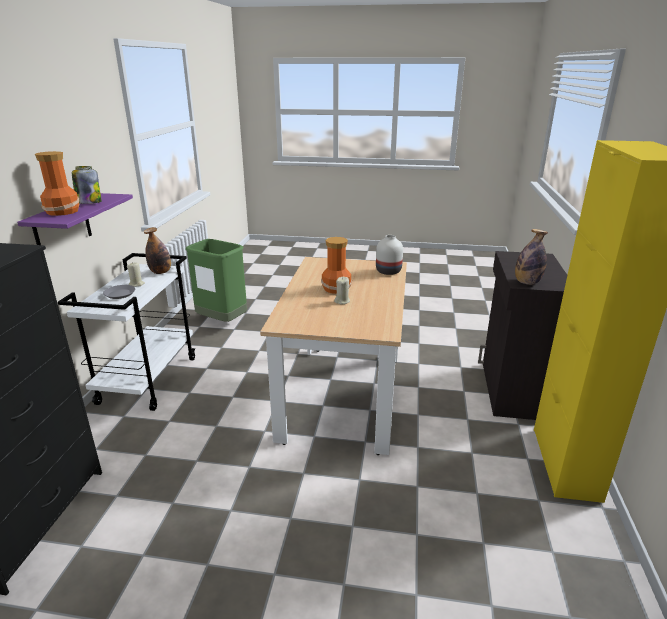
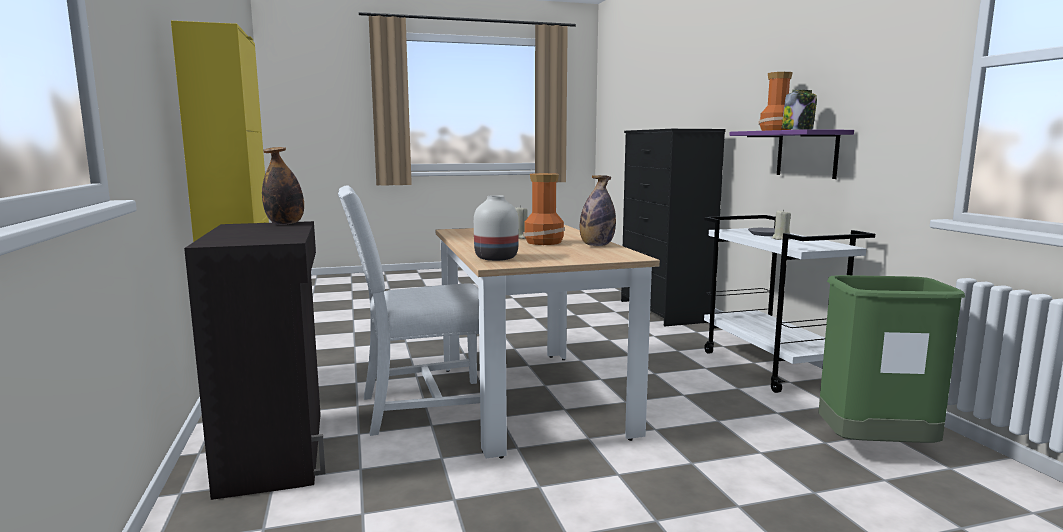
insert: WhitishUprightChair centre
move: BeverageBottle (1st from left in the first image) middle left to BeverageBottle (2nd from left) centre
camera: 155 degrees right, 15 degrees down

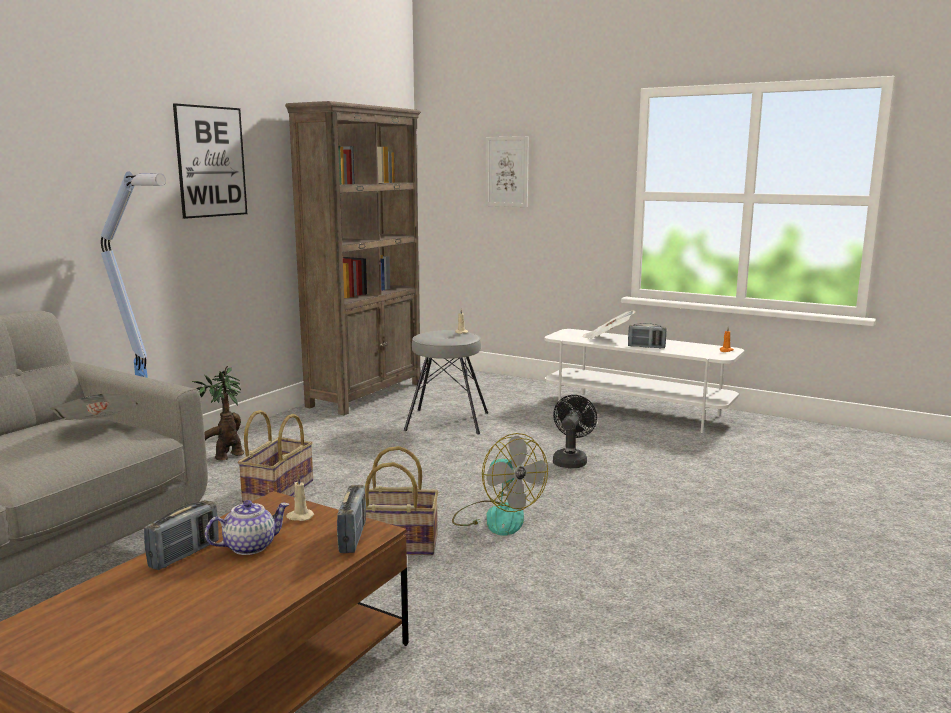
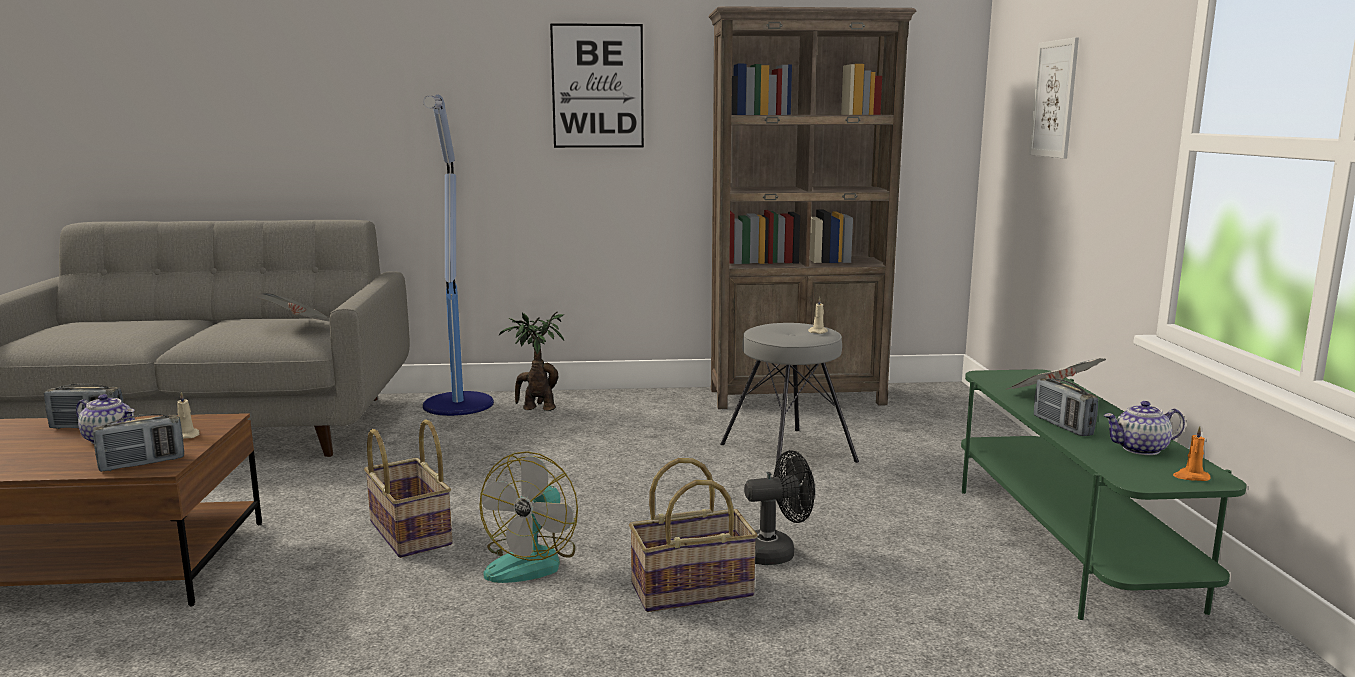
insert: PotForTea (2nd from left) middle right
move: StorageBasket (1st from left in the first image) middle left to StorageBasket (2nd from left) bottom centre
recolor: WhitishTvUnit middle right to GreenColouredTvUnit bottom right
camera: 55 degrees right, 0 degrees up

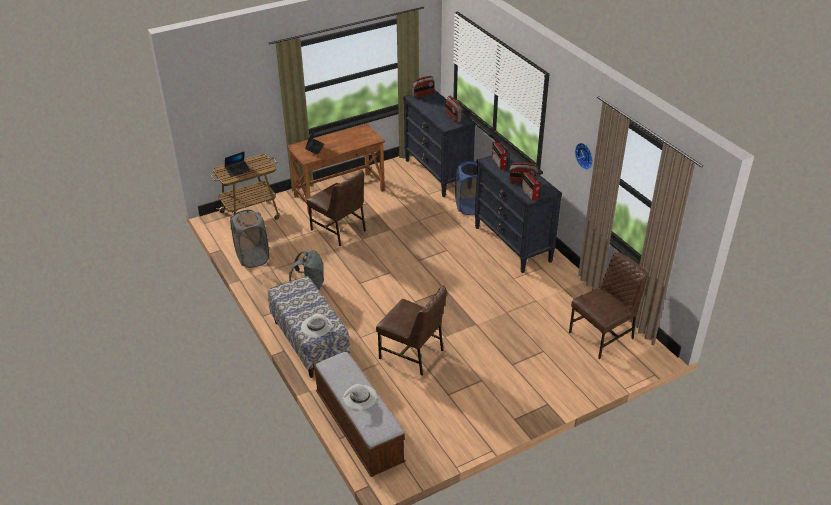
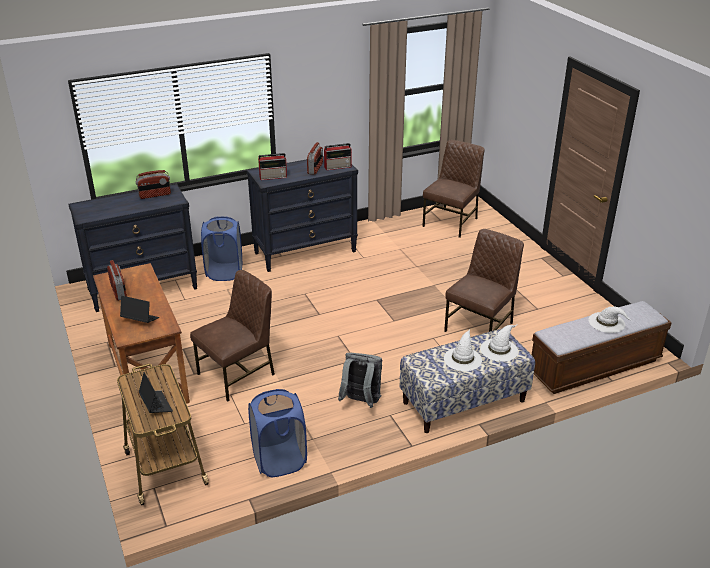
delete: ClockOnTheWall top right
insert: WhitishHat (1st from left) centre
move: RadioSet (1st from left) top centre to middle left
recolor: GreyishWashingBasket middle left to BlueWashingBasket (2nd from left) bottom centre
rotate: BrownishUprightChair (3rd from left in the first image) middle right = top centre 60 degrees clockwise
camera: 85 degrees left, 5 degrees down

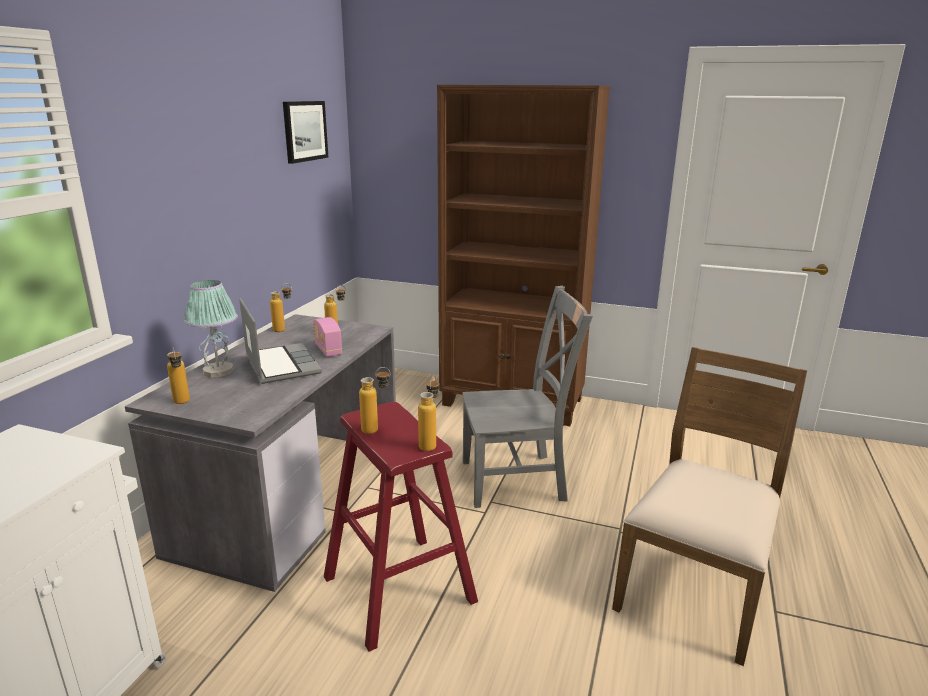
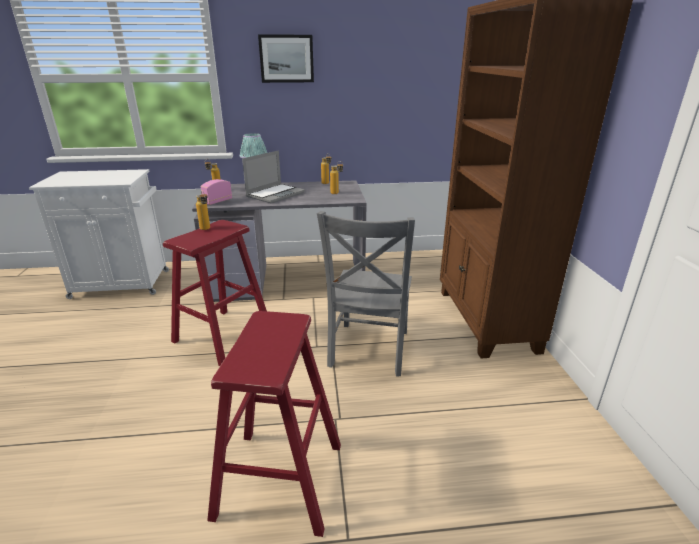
delete: BeverageBottle (5th from left) centre
move: WallPicture top left to top centre; RadioSet centre to middle left
replace: BrownishUprightChair bottom right to RedStool (2nd from left) bottom centre
rotate: GreyishUprightChair centre = centre 45 degrees clockwise
camera: 65 degrees right, 5 degrees up

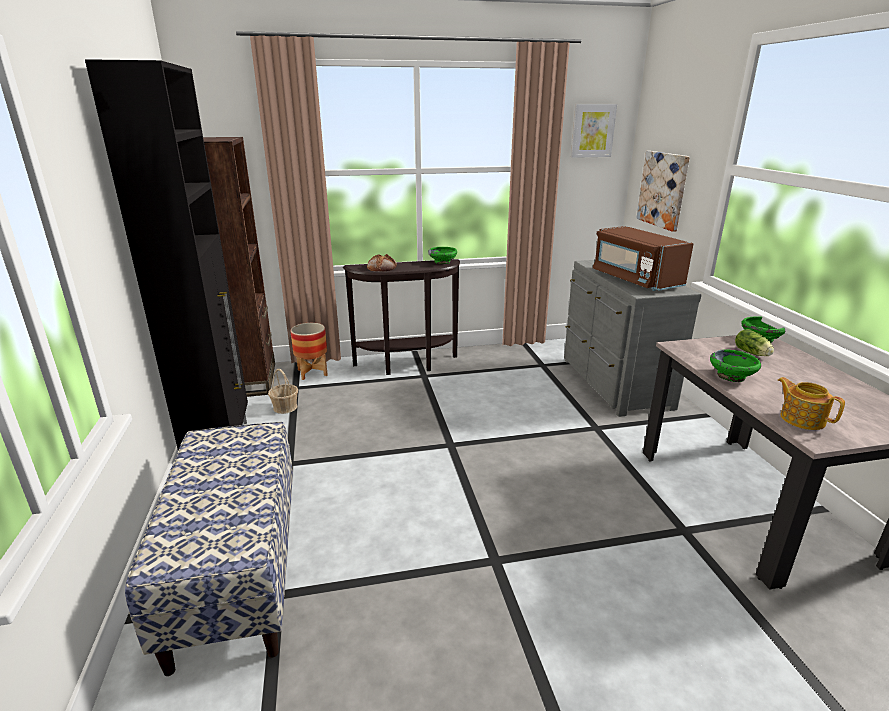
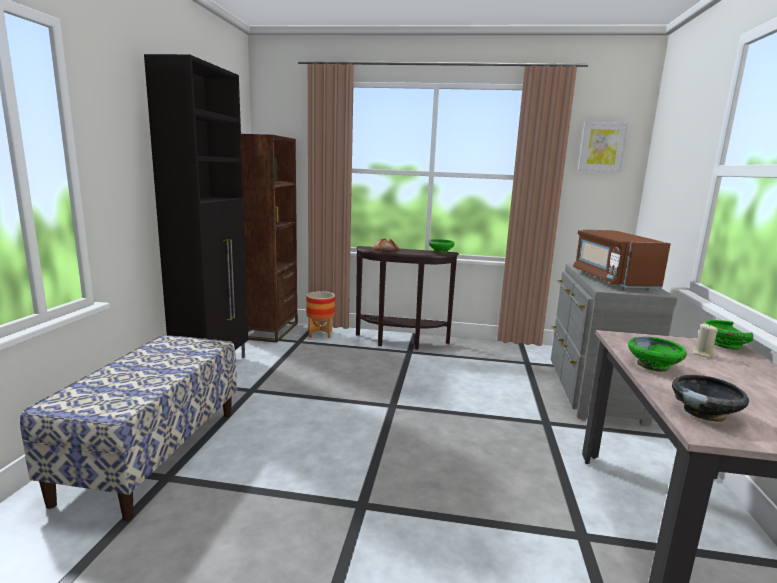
delete: WallPicture (2nd from left) top right; StorageBasket middle left
replace: Lettuce middle right to BeigeColouredWaxCandle middle right; PotForTea middle right to BlackDeepDish bottom right
camera: 20 degrees right, 10 degrees down

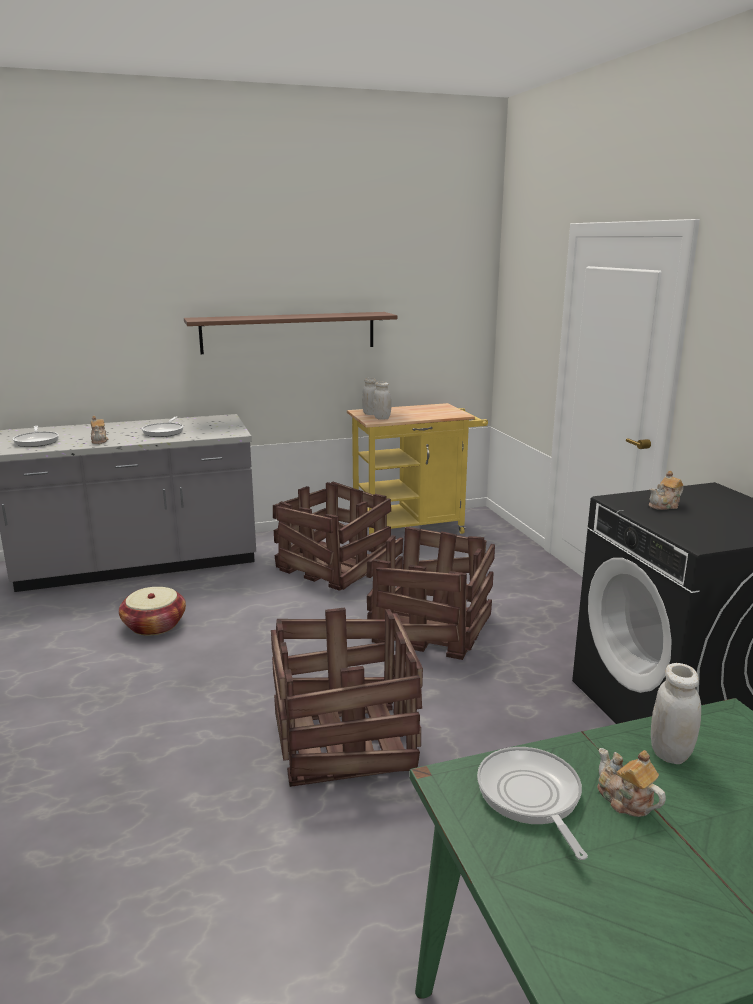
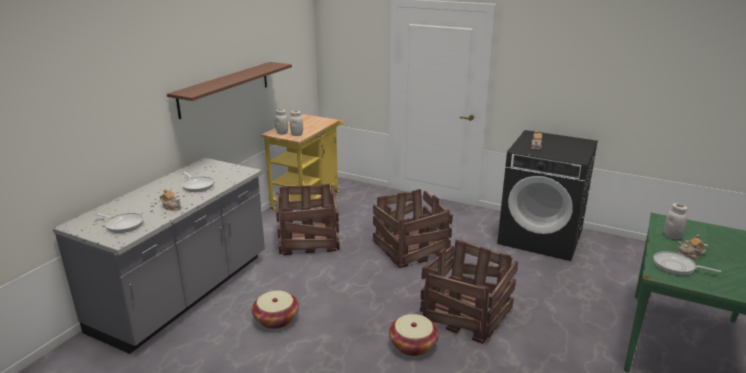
insert: StorageBasket (2nd from left) bottom centre
camera: 45 degrees left, 5 degrees up

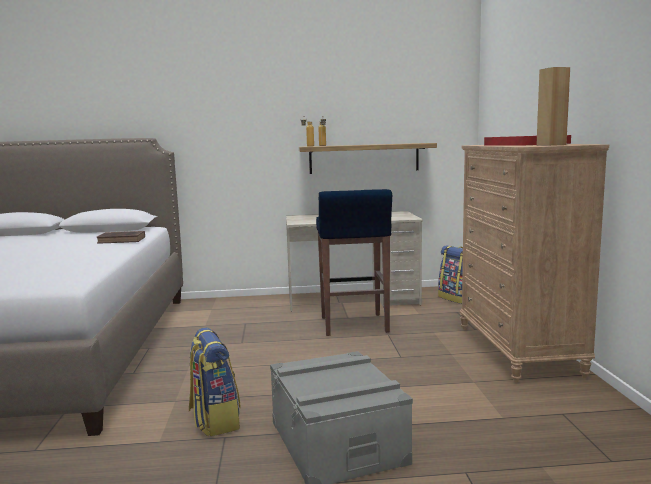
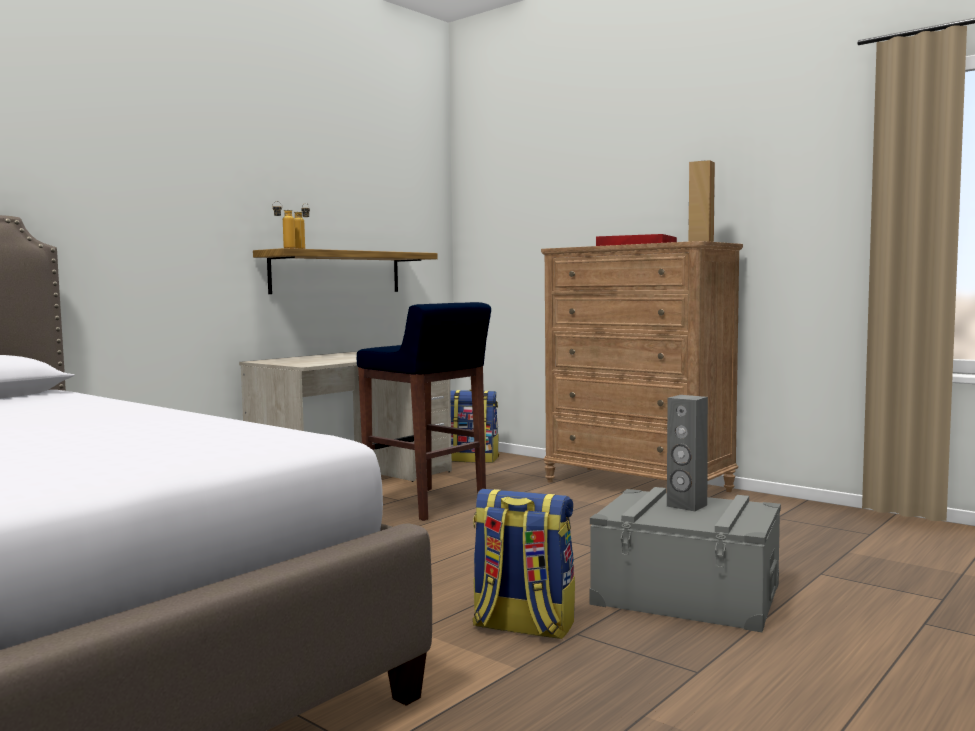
delete: BrownishVolume middle left
insert: GreyishSpeaker middle right
camera: 45 degrees left, 5 degrees down

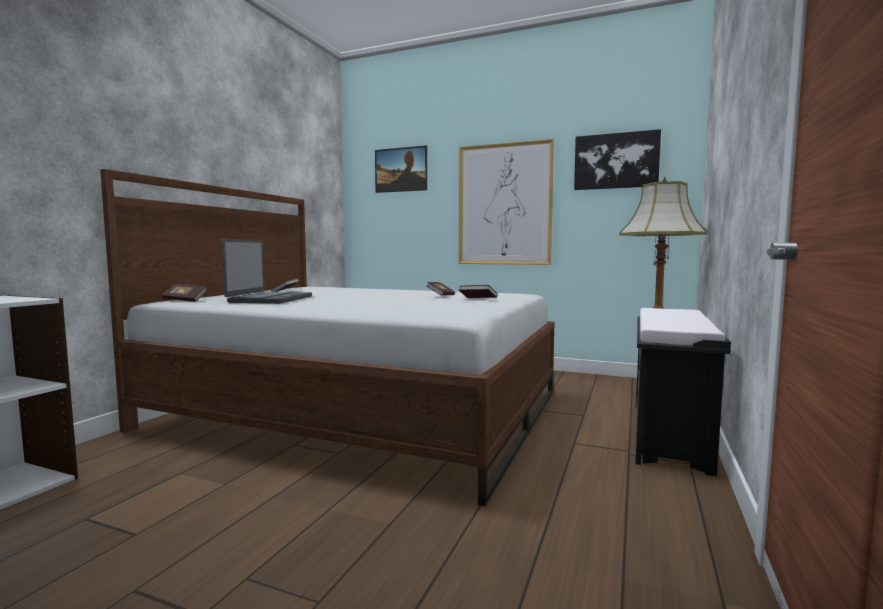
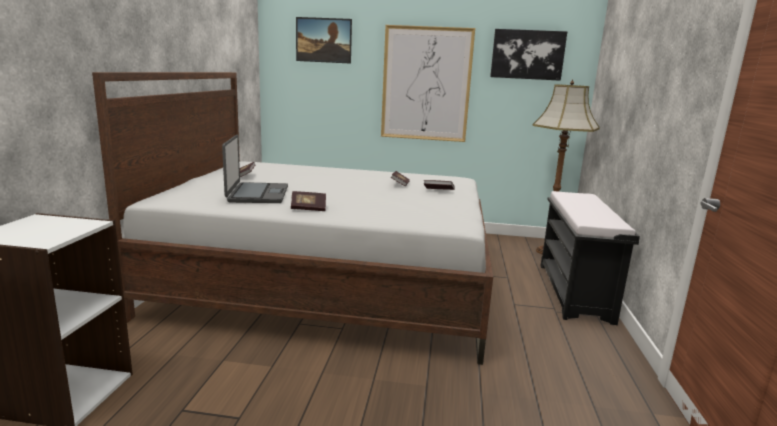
move: Volume (1st from left in the first image) middle left to Volume (2nd from left) centre
camera: 15 degrees left, 10 degrees up

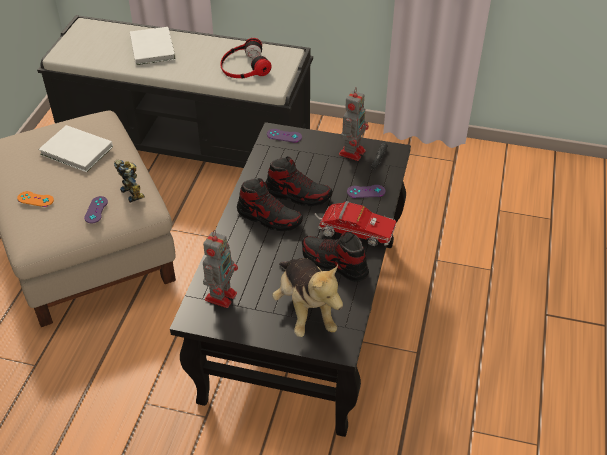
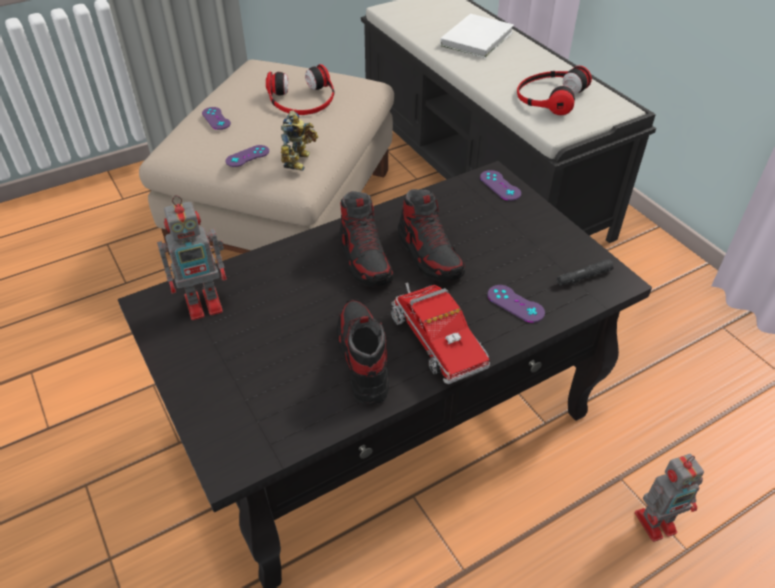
delete: SoftToy centre
move: ToyRobot (3rd from left) top centre to bottom right
replace: WhitishVolume (1st from left) top left to Headphones (1st from left) top centre
recolor: OrangeyGameController middle left to PurpleGameController (1st from left) top left
camera: 45 degrees right, 0 degrees up

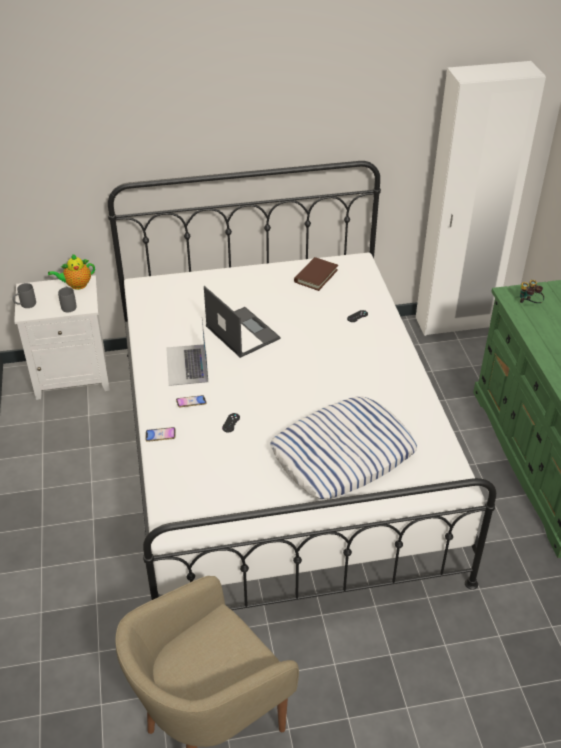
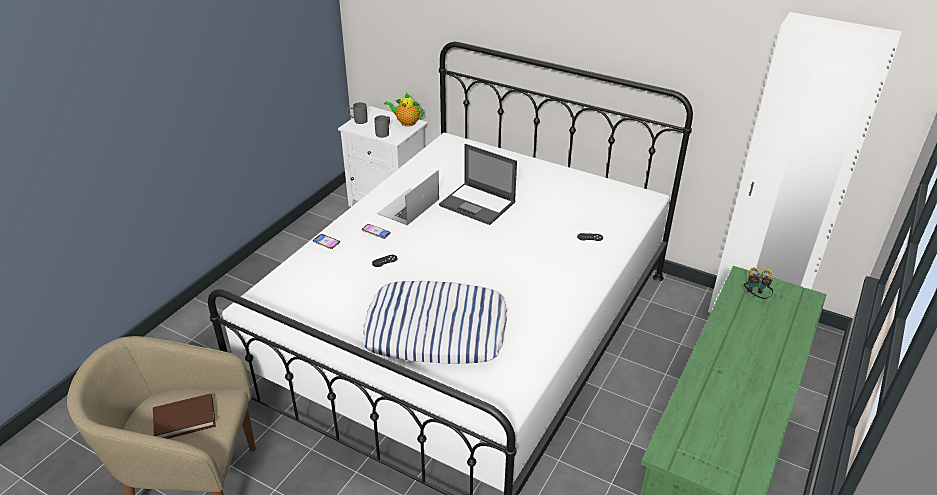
move: BrownishVolume centre to bottom left
rotate: PortableComputer (2nd from left) centre = centre 120 degrees clockwise
camera: 40 degrees right, 5 degrees down

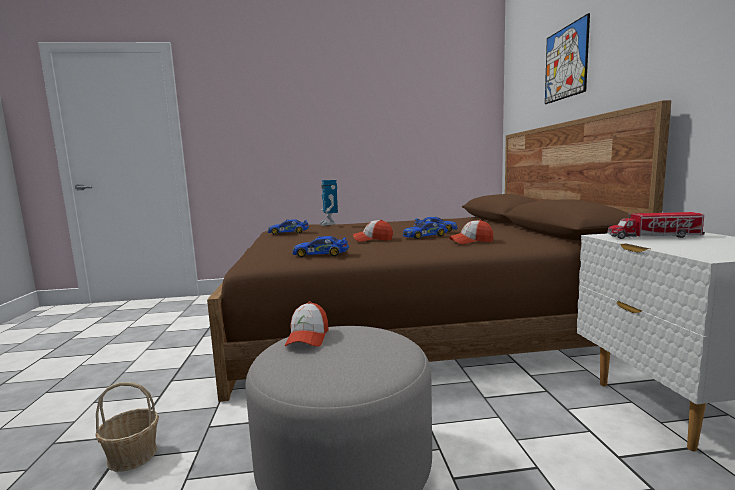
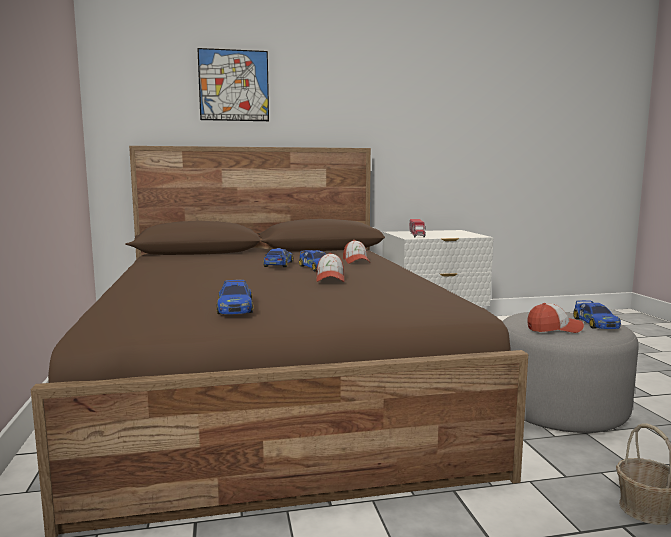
delete: ToyRobot centre
move: MiniatureCar (2nd from left in the first image) centre to MiniatureCar (4th from left) middle right
camera: 95 degrees left, 0 degrees up

